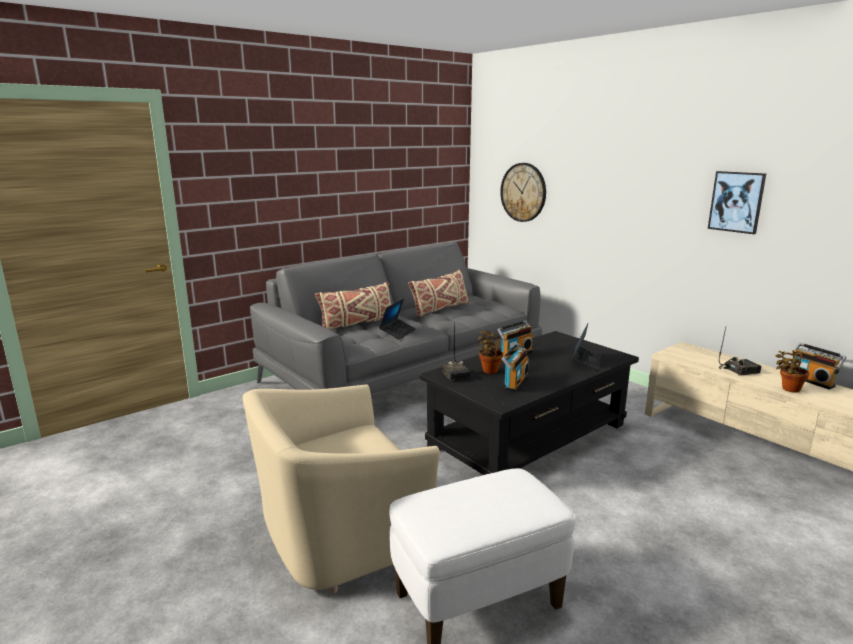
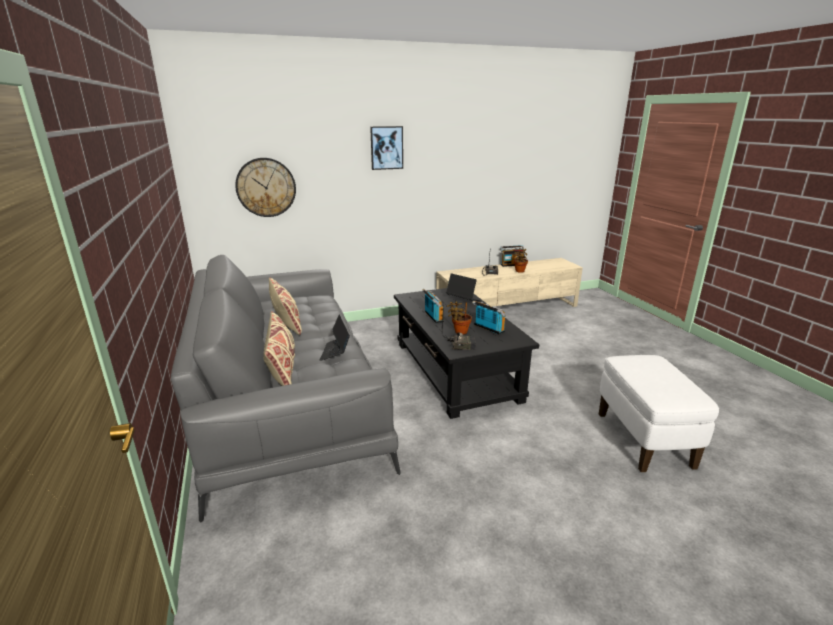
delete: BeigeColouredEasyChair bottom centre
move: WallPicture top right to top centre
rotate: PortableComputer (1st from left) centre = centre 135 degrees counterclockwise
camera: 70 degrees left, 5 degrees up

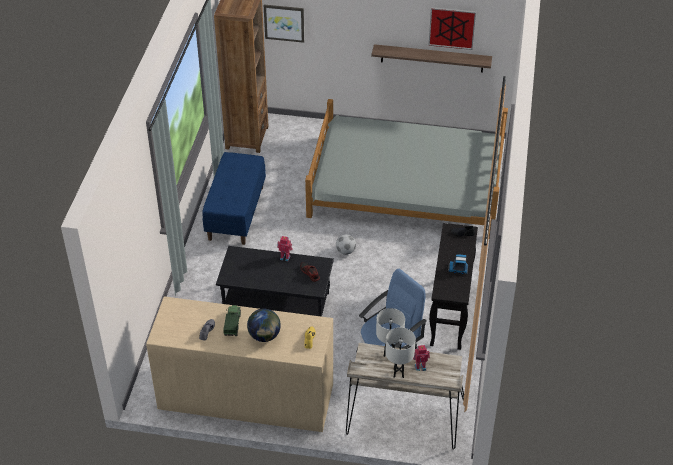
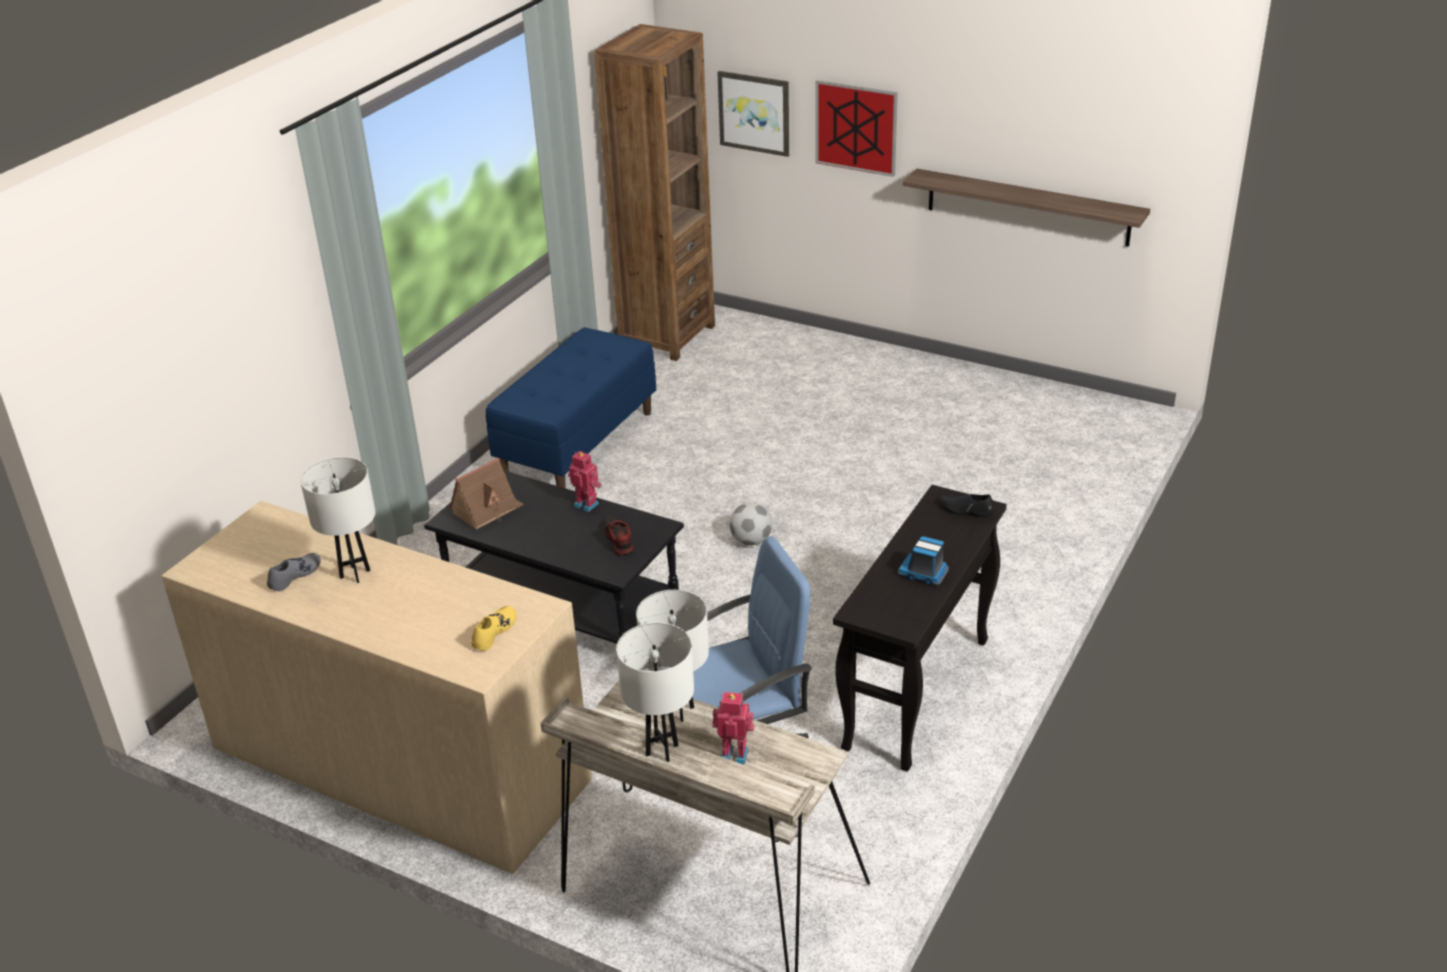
delete: GreyishBedroomBed centre; DeskGlobe bottom centre
insert: MiniatureHouse centre
move: WallPicture (2nd from left) top right to top centre
replace: ToyTruck (1st from left) bottom centre to WhitishTabletopLamp (1st from left) middle left
camera: 20 degrees right, 10 degrees down

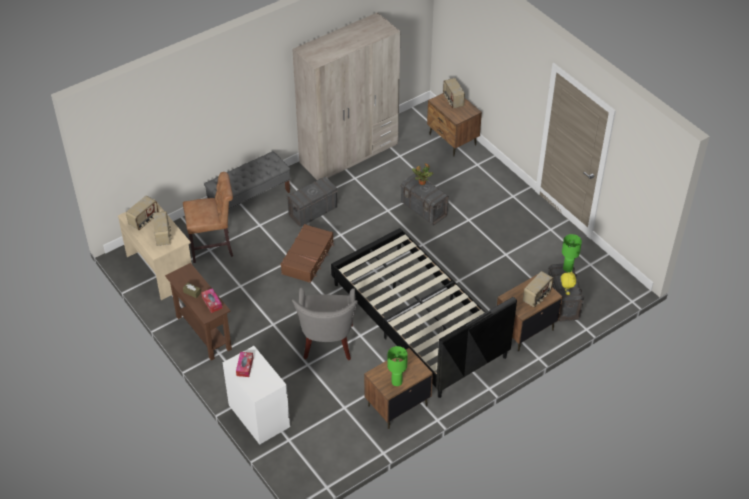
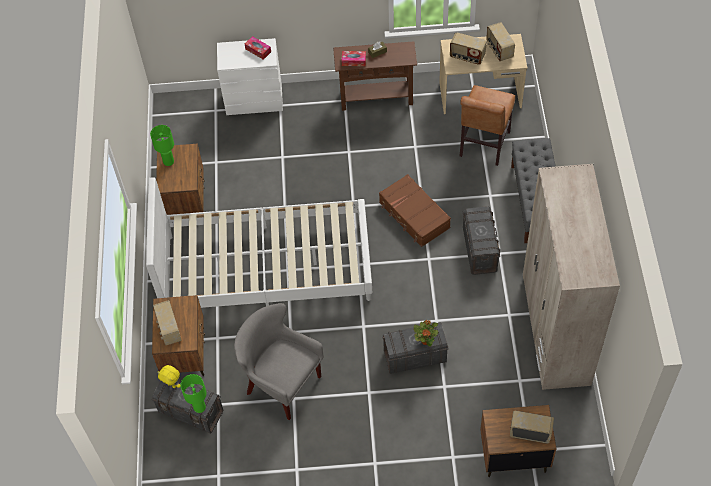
move: GreyishEasyChair centre to bottom centre
recolor: BlackBedroomBed centre to WhitishBedroomBed centre
camera: 125 degrees right, 10 degrees up

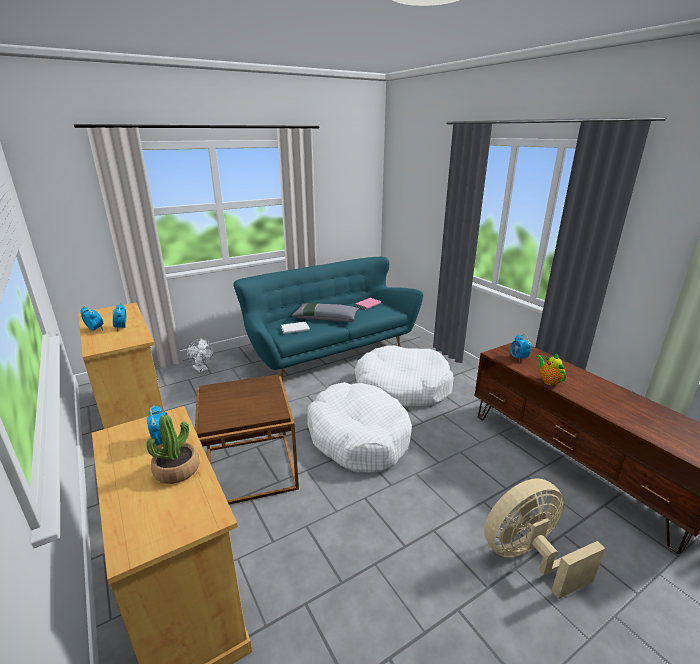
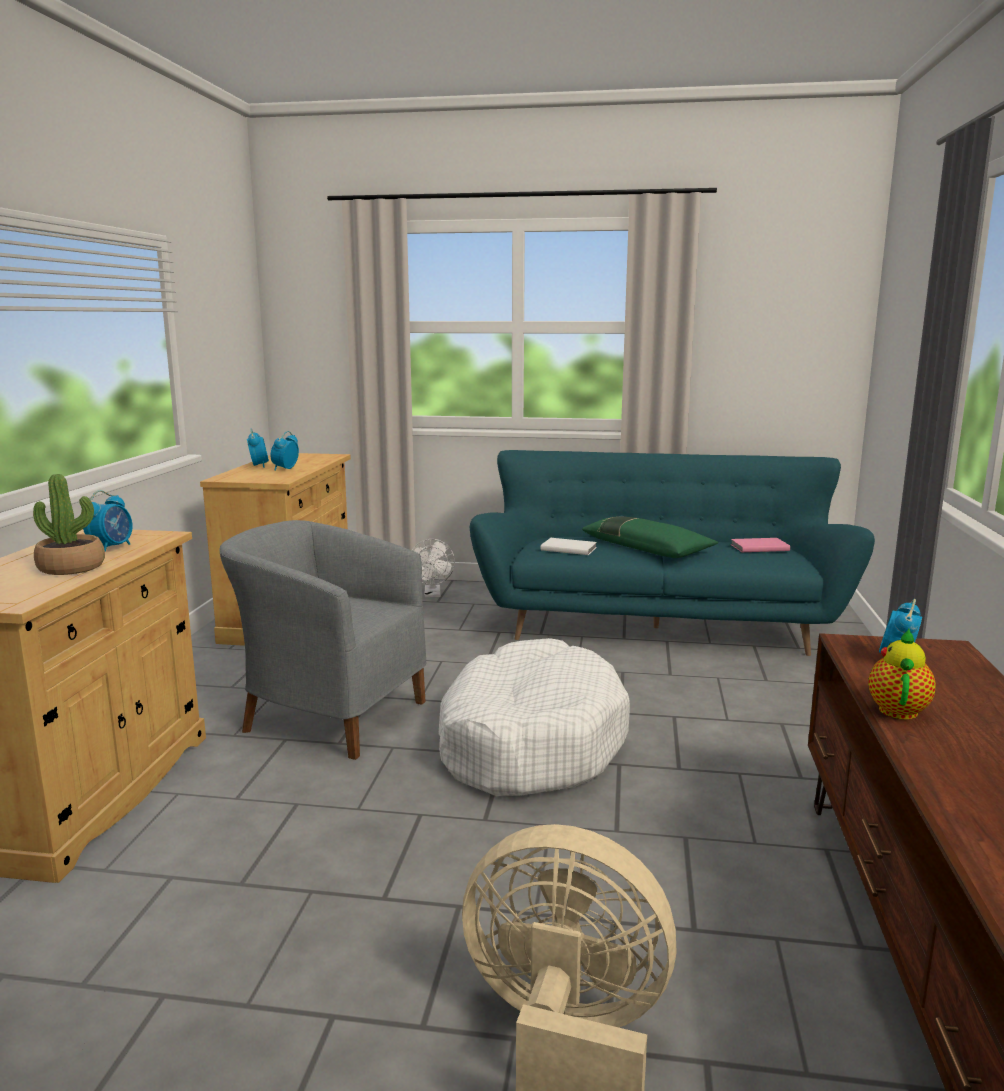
delete: WhitishDogBed (2nd from left) centre
replace: BrownishEndTable centre to GreyishEasyChair middle left
recolor: GreyishThrowPillow centre to GreenColouredThrowPillow centre
camera: 40 degrees right, 10 degrees down

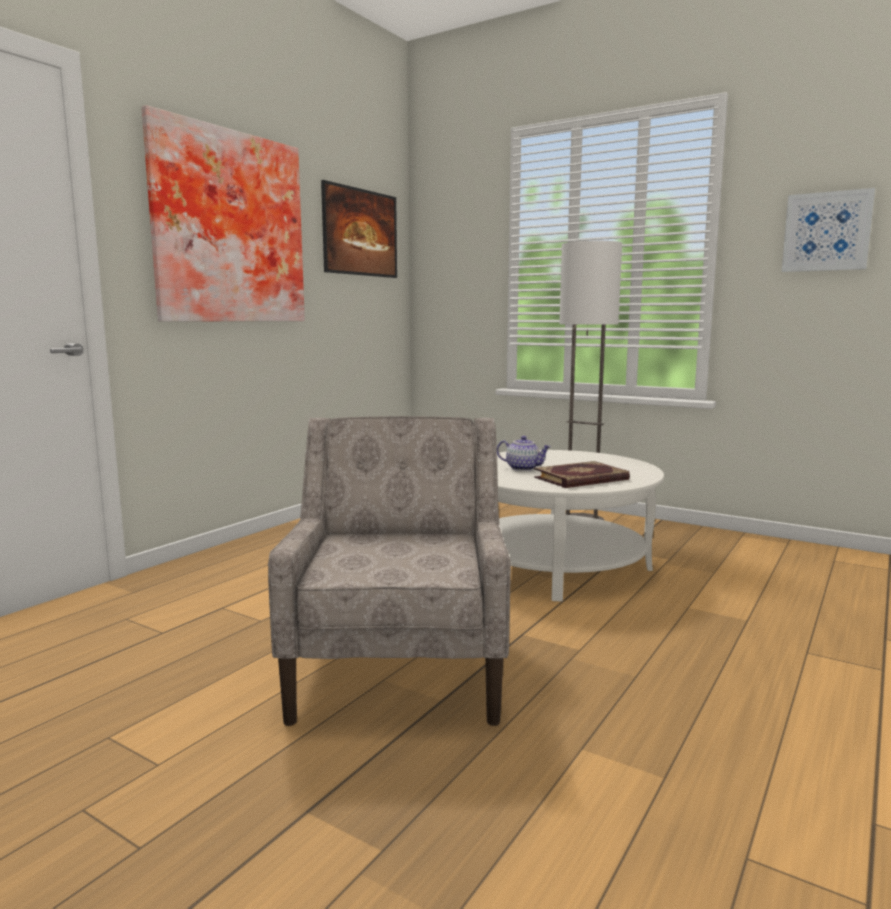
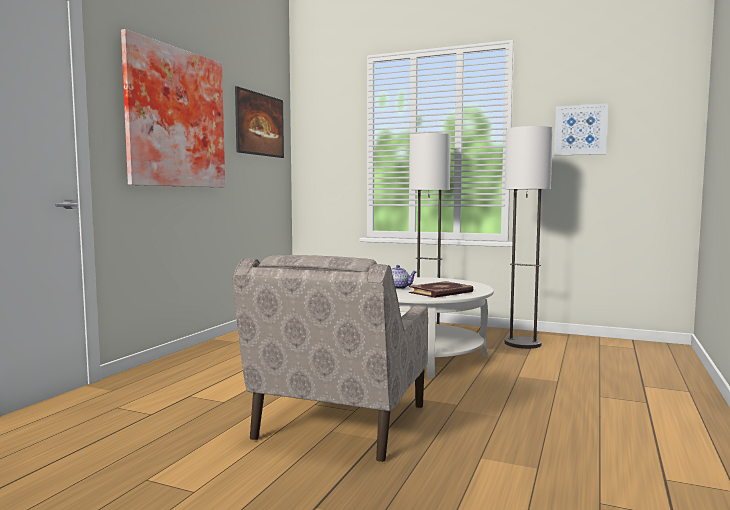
insert: StandingLamp (2nd from left) middle right
rotate: BeigeColouredEasyChair centre = bottom centre 150 degrees counterclockwise
camera: 10 degrees left, 5 degrees down

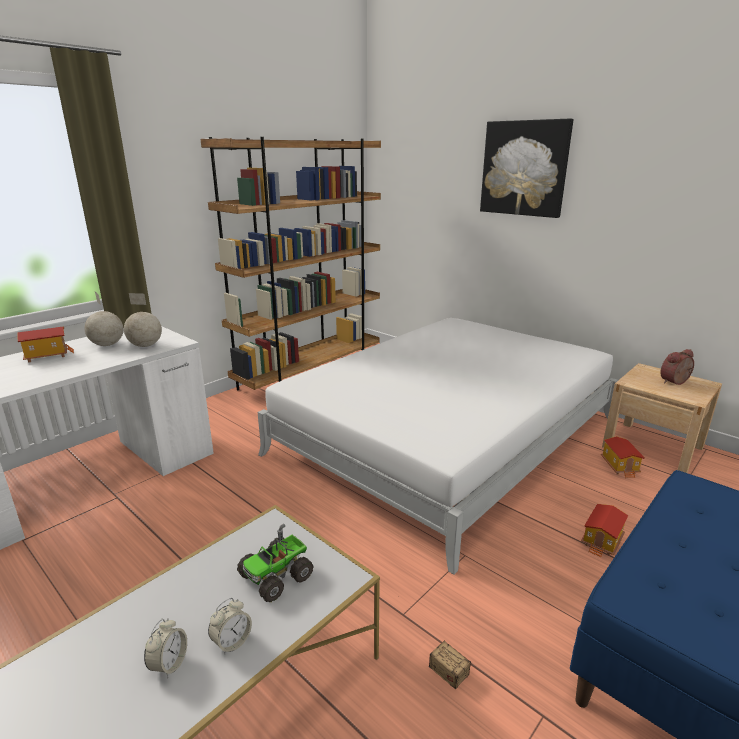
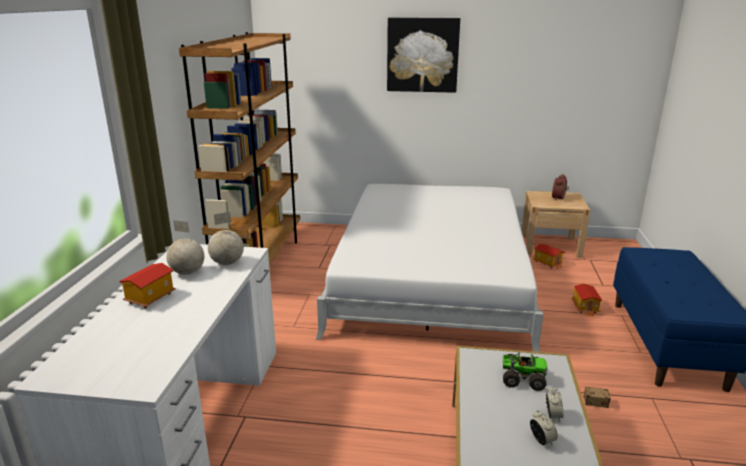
rotate: ToyTruck bottom centre = bottom right 90 degrees counterclockwise
camera: 35 degrees left, 0 degrees up

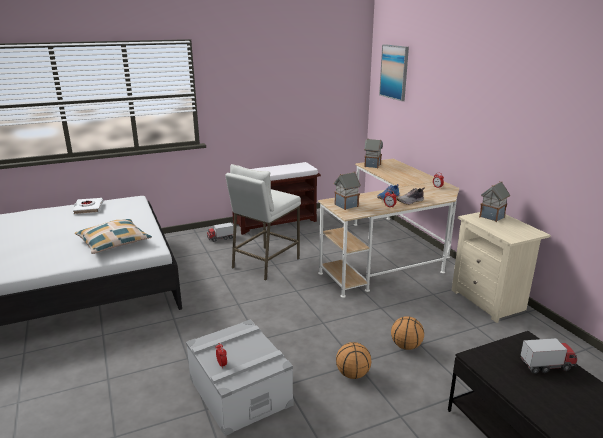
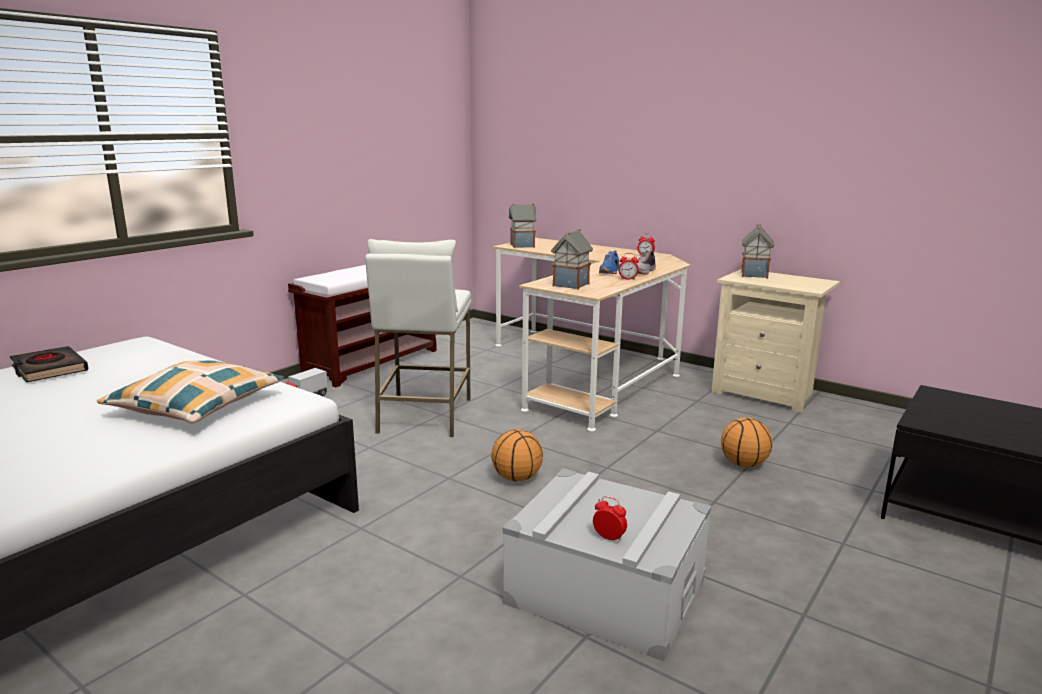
delete: WallPicture top centre; ToyTruck (2nd from left) bottom right
move: Basketball (1st from left) bottom centre to centre
recolor: WhitishVolume middle left to BlackVolume middle left
camera: 30 degrees left, 5 degrees down

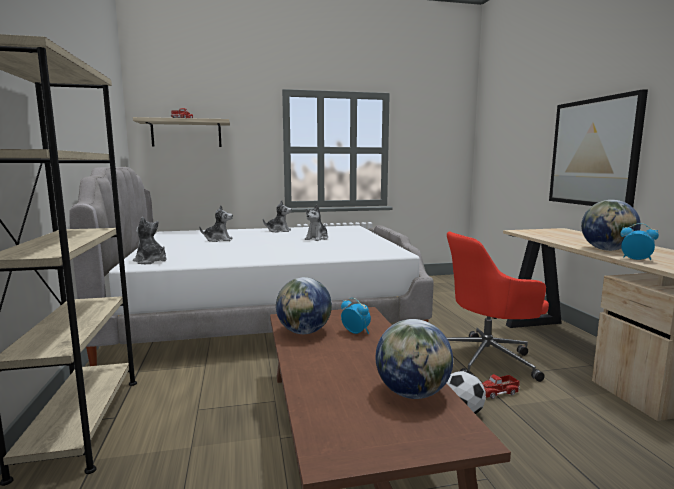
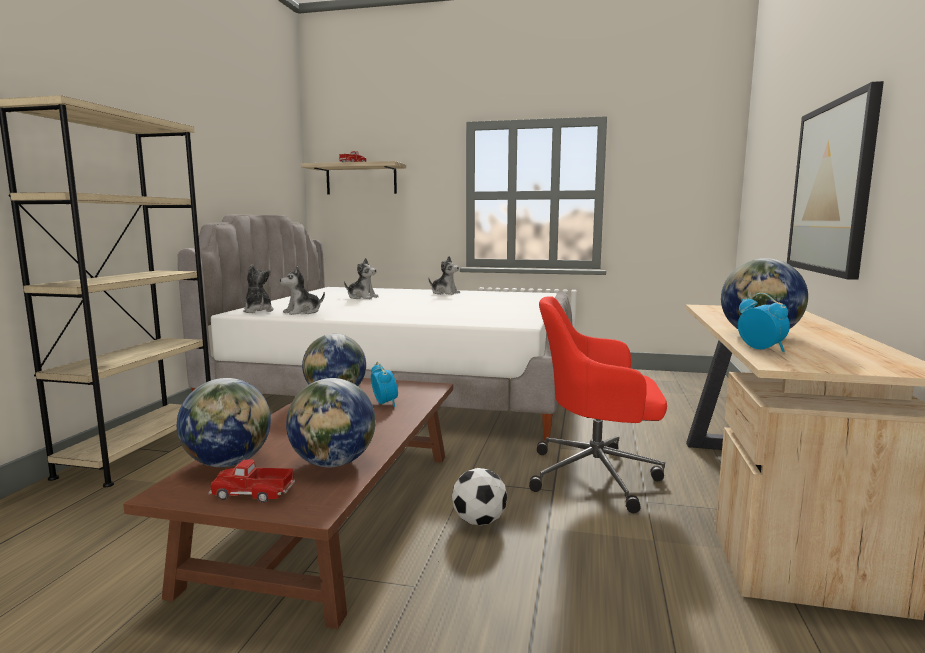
insert: DeskGlobe (1st from left) middle left
move: SoftToy (4th from left in the first image) centre to SoftToy (2nd from left) middle left; ToyTruck (2nd from left in the first image) bottom right to ToyTruck (1st from left) bottom left
camera: 25 degrees right, 0 degrees up

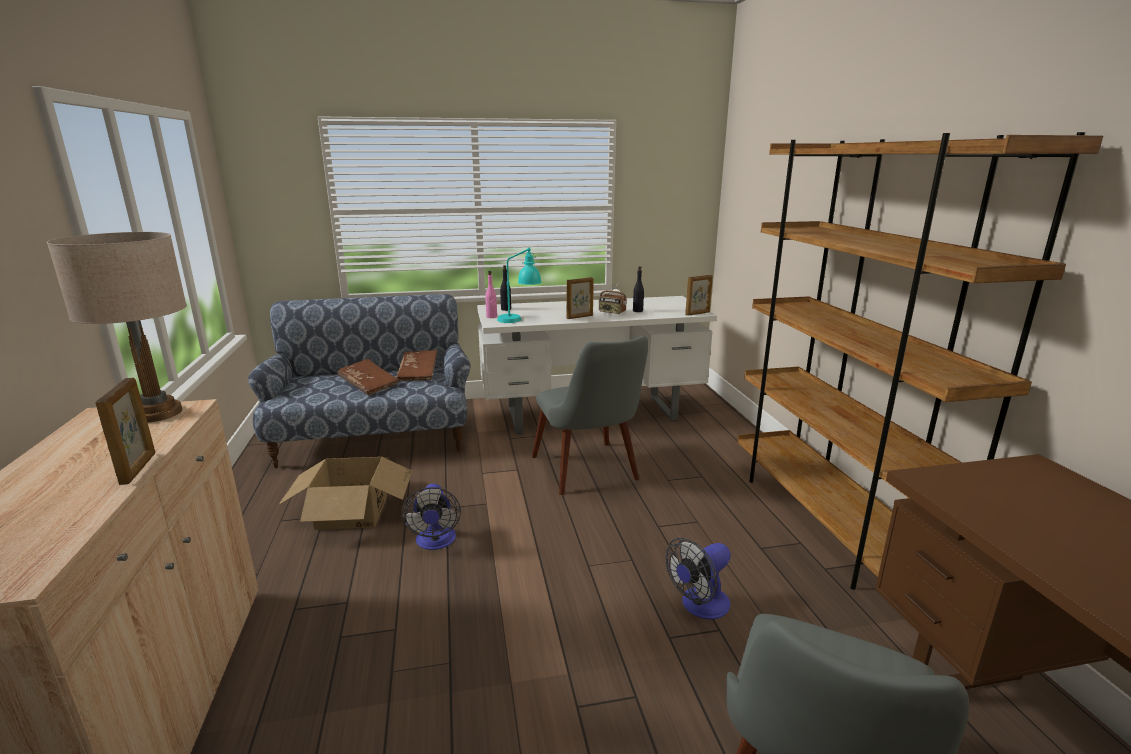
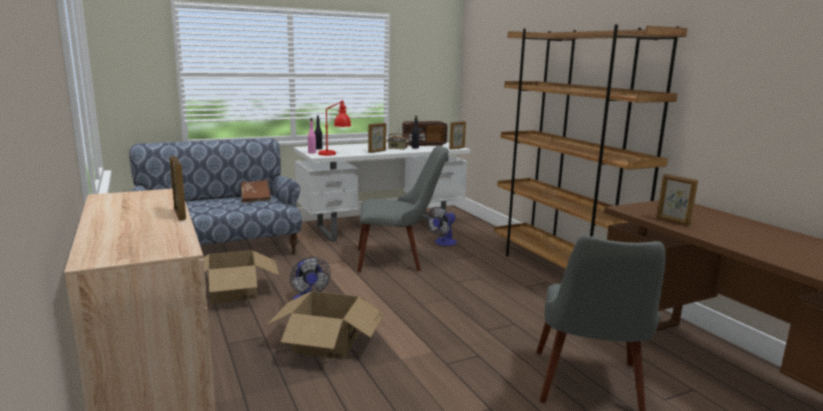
delete: BeigeColouredTabletopLamp middle left; BrownishVolume (1st from left) middle left
insert: RadioSet (2nd from left) top centre; PictureFrame (4th from left) middle right; PackingBox (2nd from left) bottom centre
move: CoolingFan (2nd from left) bottom centre to centre
recolor: TurquoiseColouredTabletopLamp centre to RedTabletopLamp top centre
rotate: GreyishUprightChair (1st from left) centre = centre 60 degrees counterclockwise
camera: 15 degrees left, 5 degrees down

